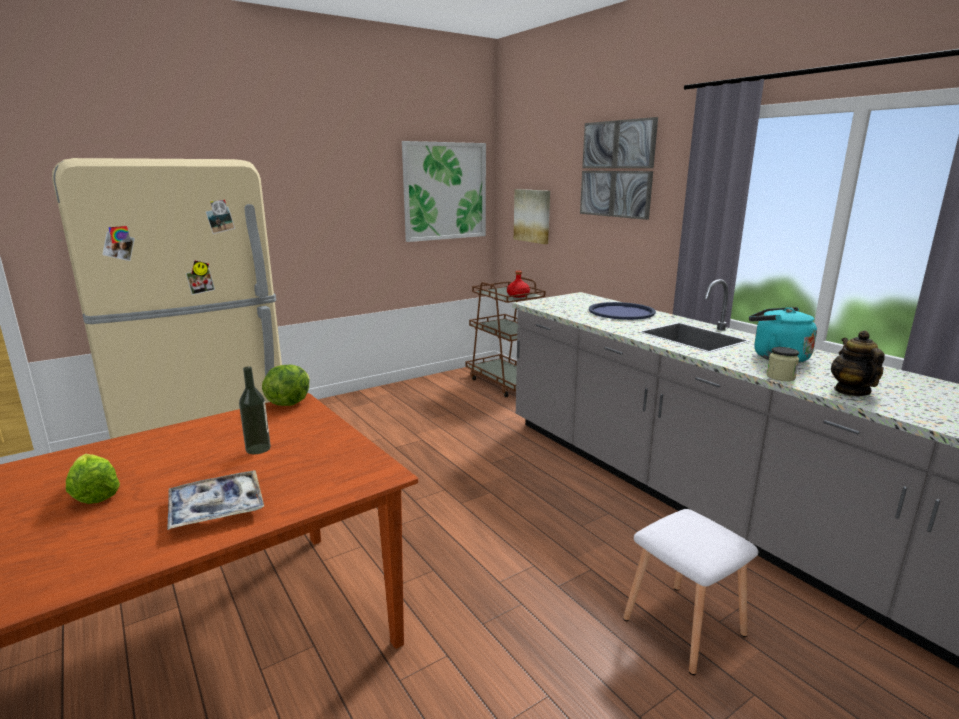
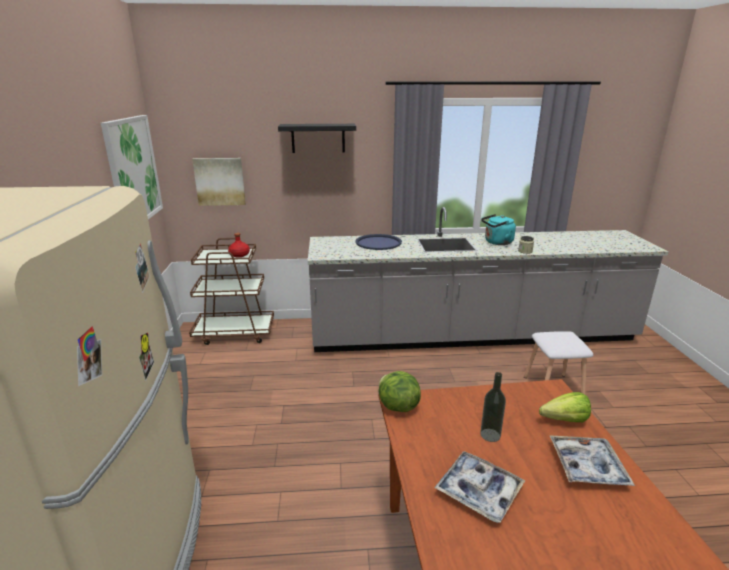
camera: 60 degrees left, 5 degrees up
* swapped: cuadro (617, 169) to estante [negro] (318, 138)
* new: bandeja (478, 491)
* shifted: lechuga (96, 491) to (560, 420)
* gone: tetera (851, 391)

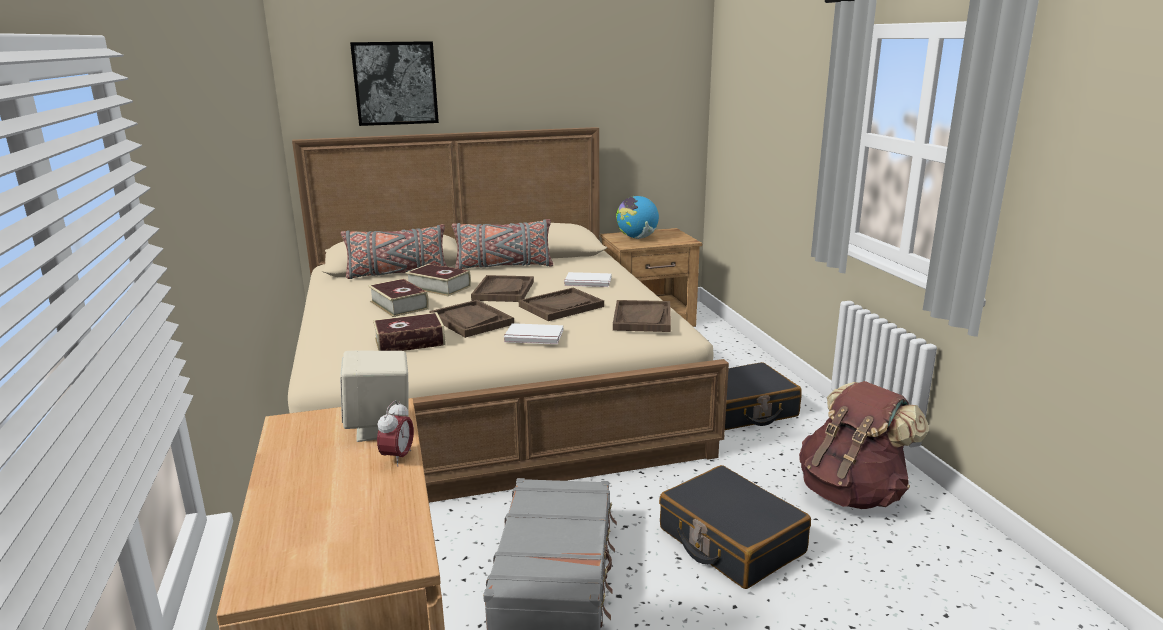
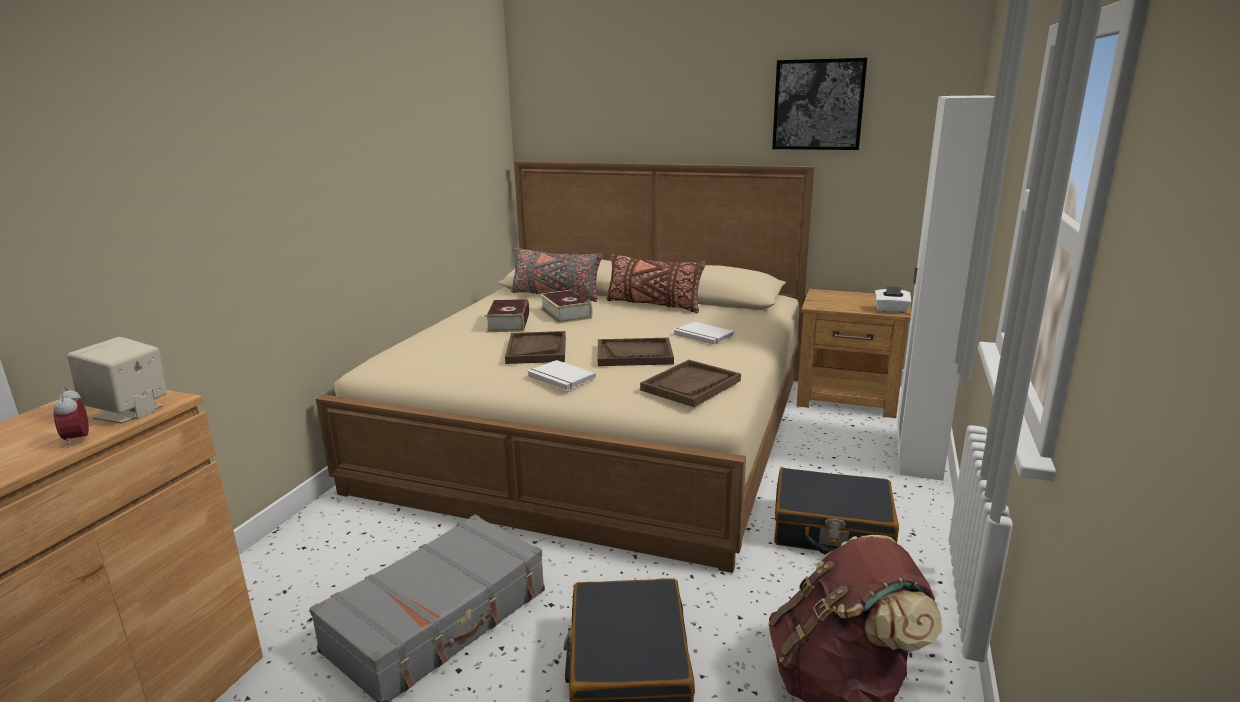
camera: 35 degrees right, 0 degrees up
* rotated: despertador (398, 458) = (78, 440) 105 degrees clockwise
* repainted: cojín [gris] (503, 266) to cojín [marrón] (653, 305)
* shifted: cuadro (395, 83) to (818, 105)
* new: caja de pañuelos [blanco] (891, 310)
* new: armario ropero [blanco] (917, 454)
* gone: libro (409, 342)
* gone: bandeja [marrón] (503, 291)
* gone: globo terráqueo (637, 238)

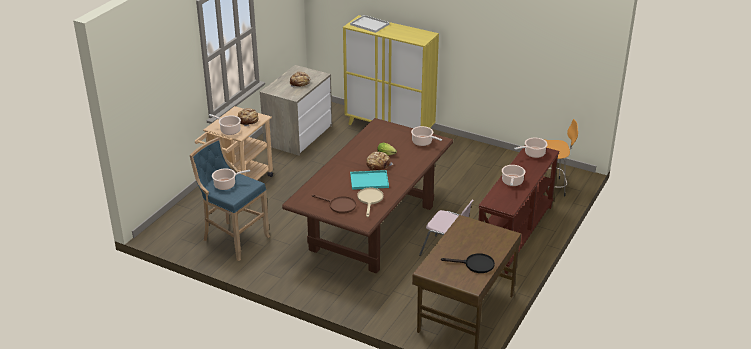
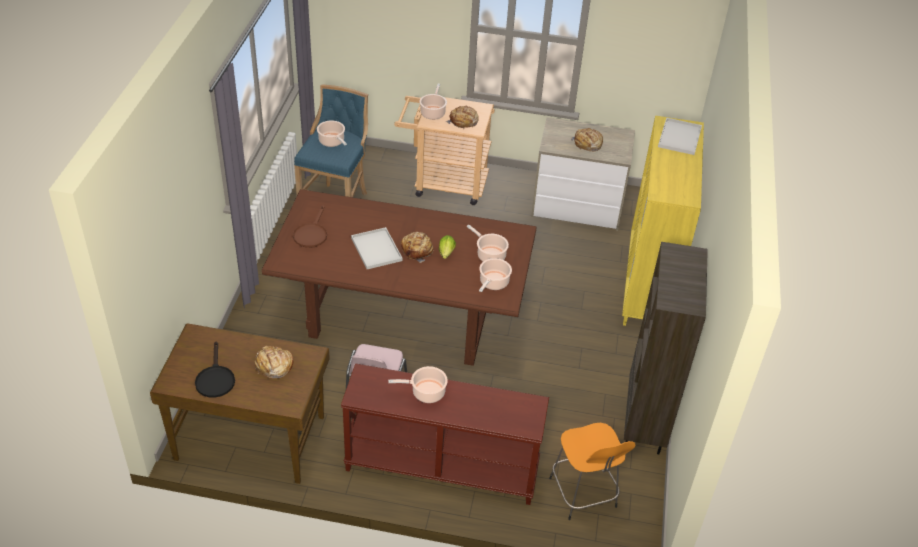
camera: 70 degrees right, 10 degrees up
* new: pan (274, 366)
* repainted: bandeja [turquesa] (370, 180) to bandeja [blanco] (377, 249)
* shifted: olla (533, 154) to (489, 255)
* new: estantería [marrón] (645, 423)
* gone: sartén [beis] (370, 200)

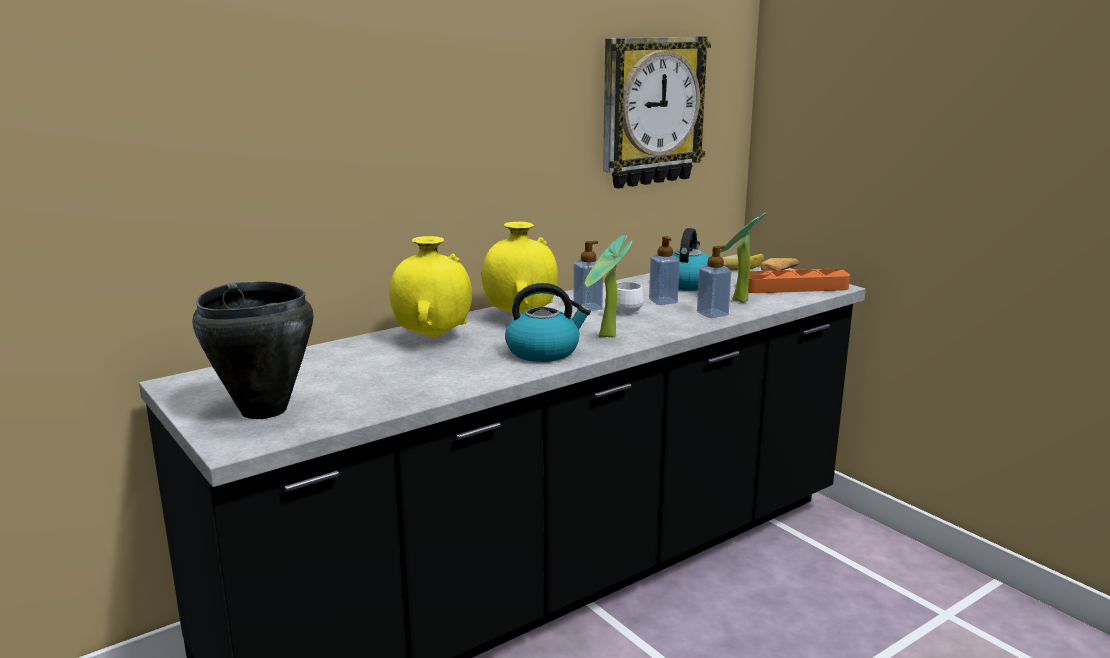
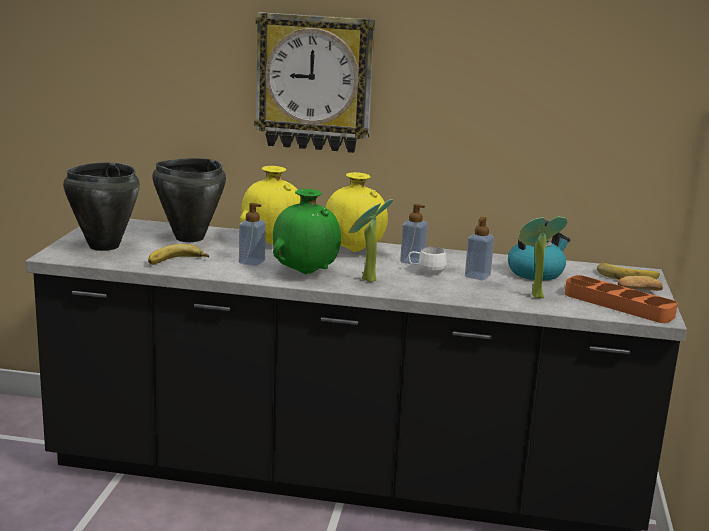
camera: 45 degrees right, 0 degrees up
* new: plátano (177, 262)
* new: olla [negro] (189, 238)
* shifted: dispensador de jabón (712, 314) to (252, 262)
* shifted: reloj de pared (651, 111) to (314, 83)
* swapped: hervidor (544, 351) to florero [verde] (306, 273)

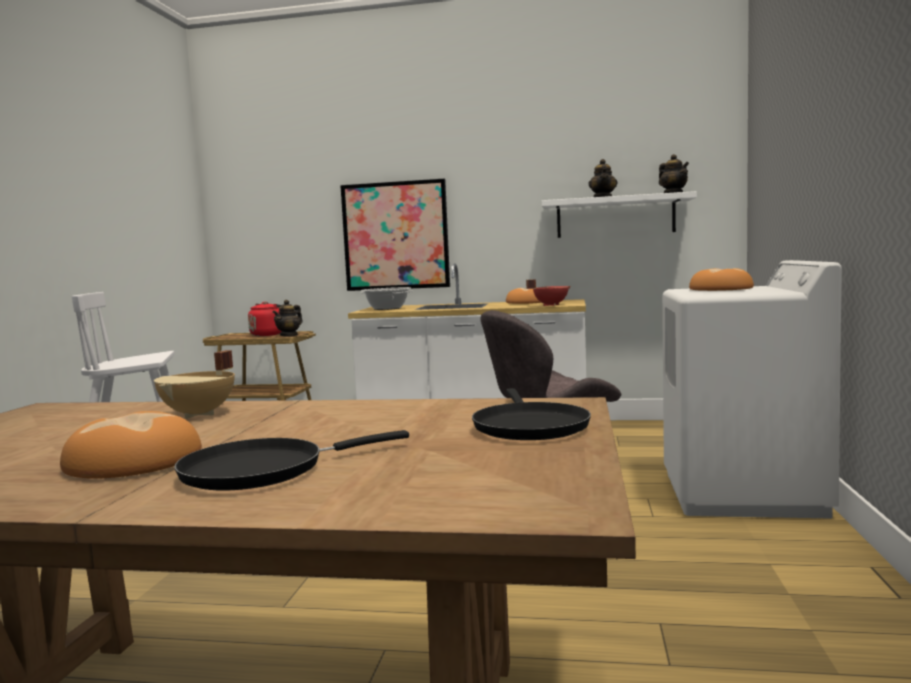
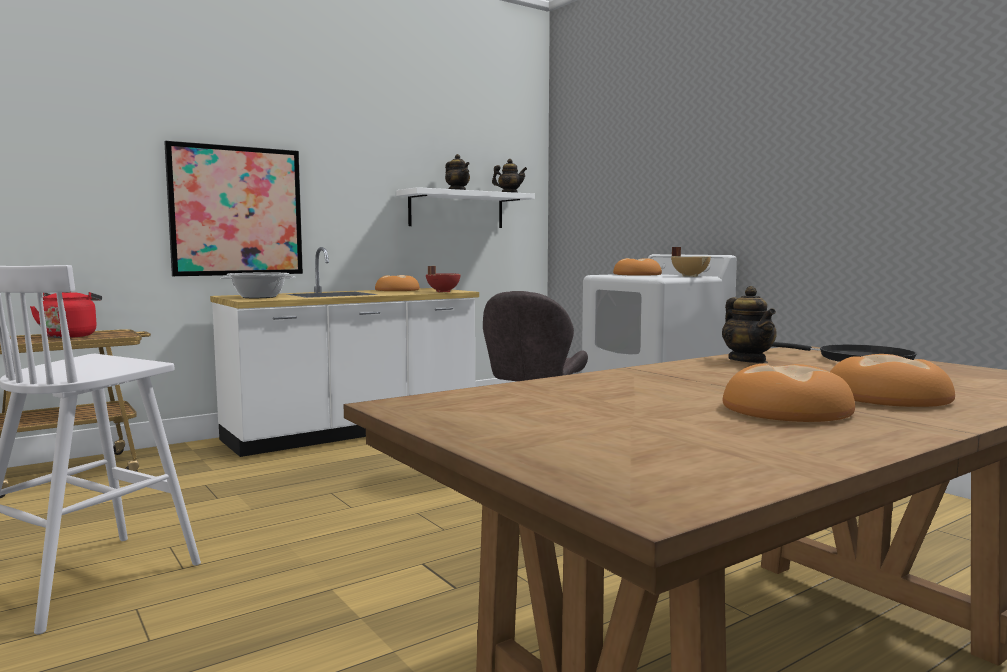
camera: 45 degrees left, 0 degrees up
* shifted: olla [beis] (200, 414) to (690, 276)
* shifted: tetera (289, 335) to (747, 361)
* swapped: sartén [negro] (263, 470) to pan (886, 397)

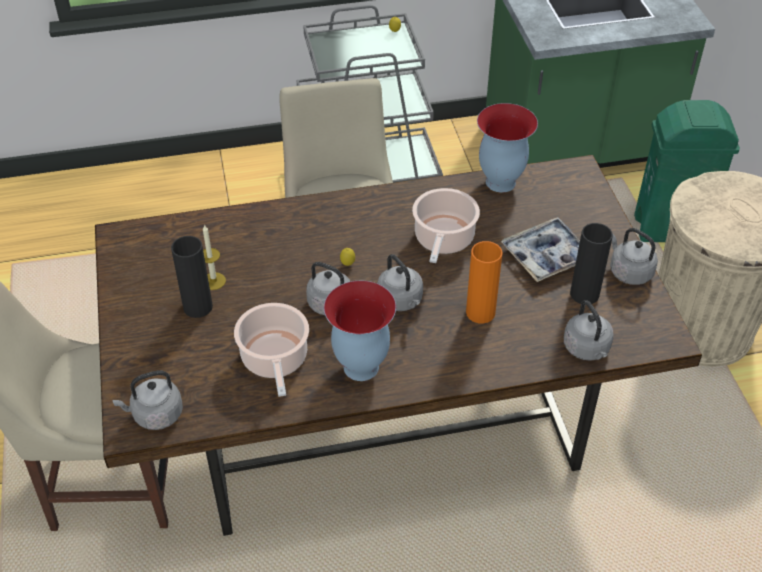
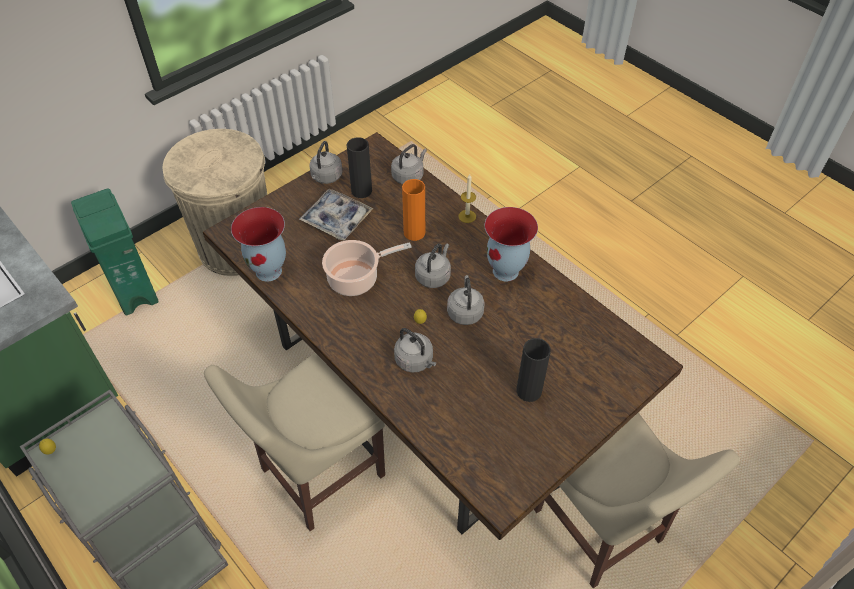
camera: 120 degrees left, 5 degrees up
* shifted: hervidor [gris] (155, 415) to (415, 361)
* shifted: vela (214, 281) to (467, 216)
* gone: olla (275, 360)

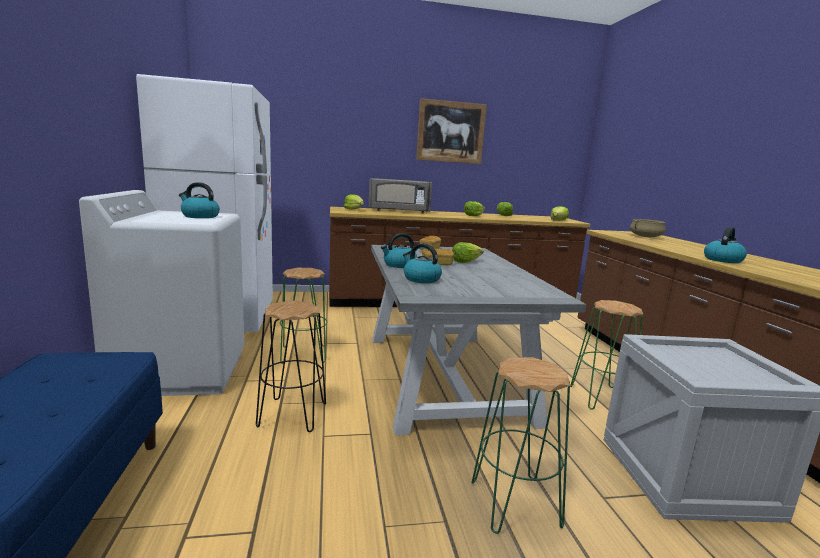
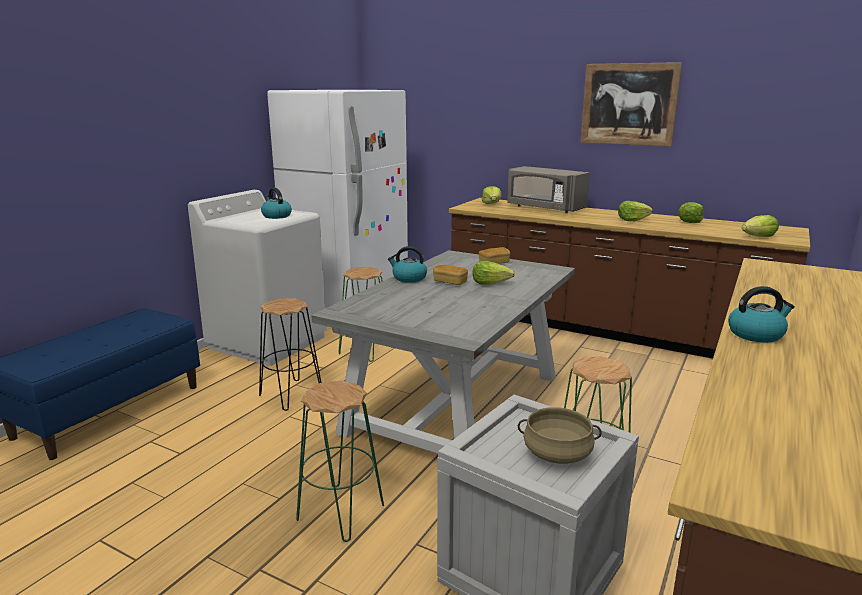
camera: 40 degrees right, 5 degrees up
* shifted: olla [beis] (645, 237) to (557, 453)
* gone: hervidor (421, 279)

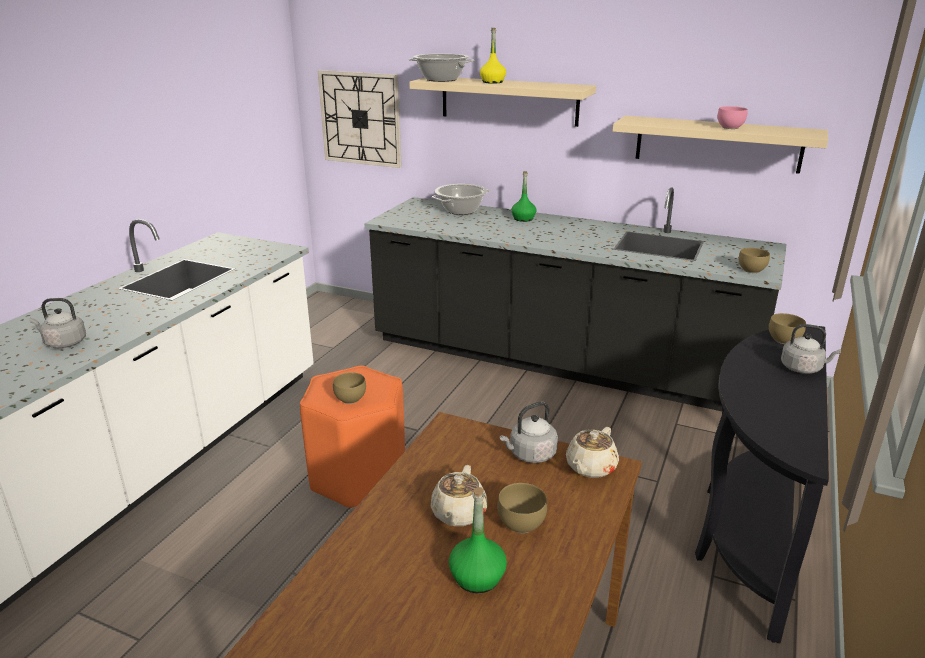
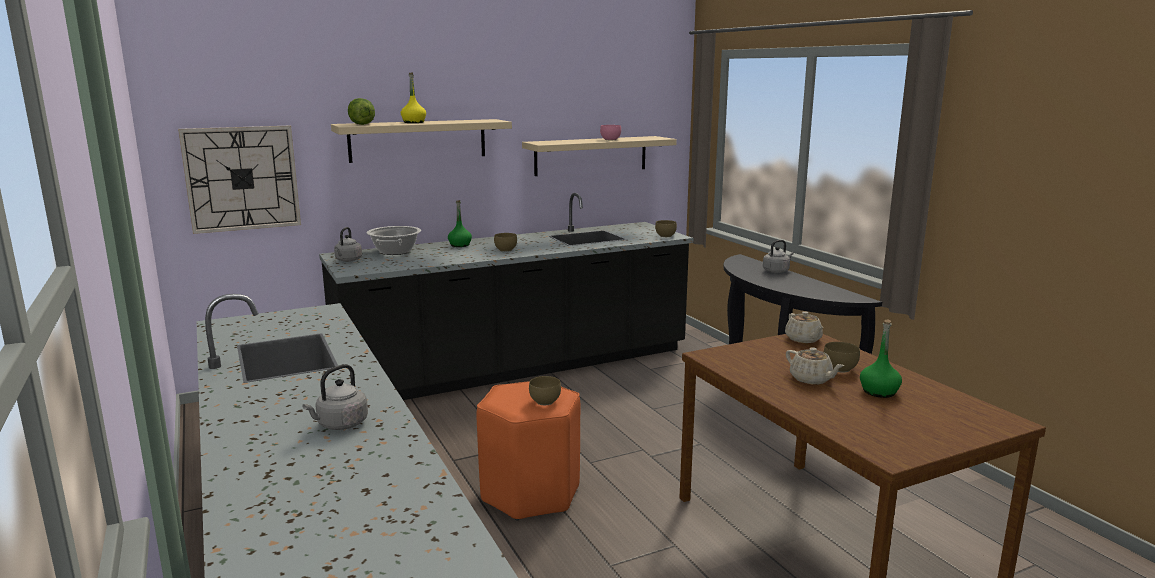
camera: 50 degrees left, 10 degrees down
* shifted: hervidor [gris] (530, 455) to (348, 260)
* swapped: olla (441, 79) to lechuga (360, 124)
* shifted: cuenco [marrón] (783, 341) to (506, 250)

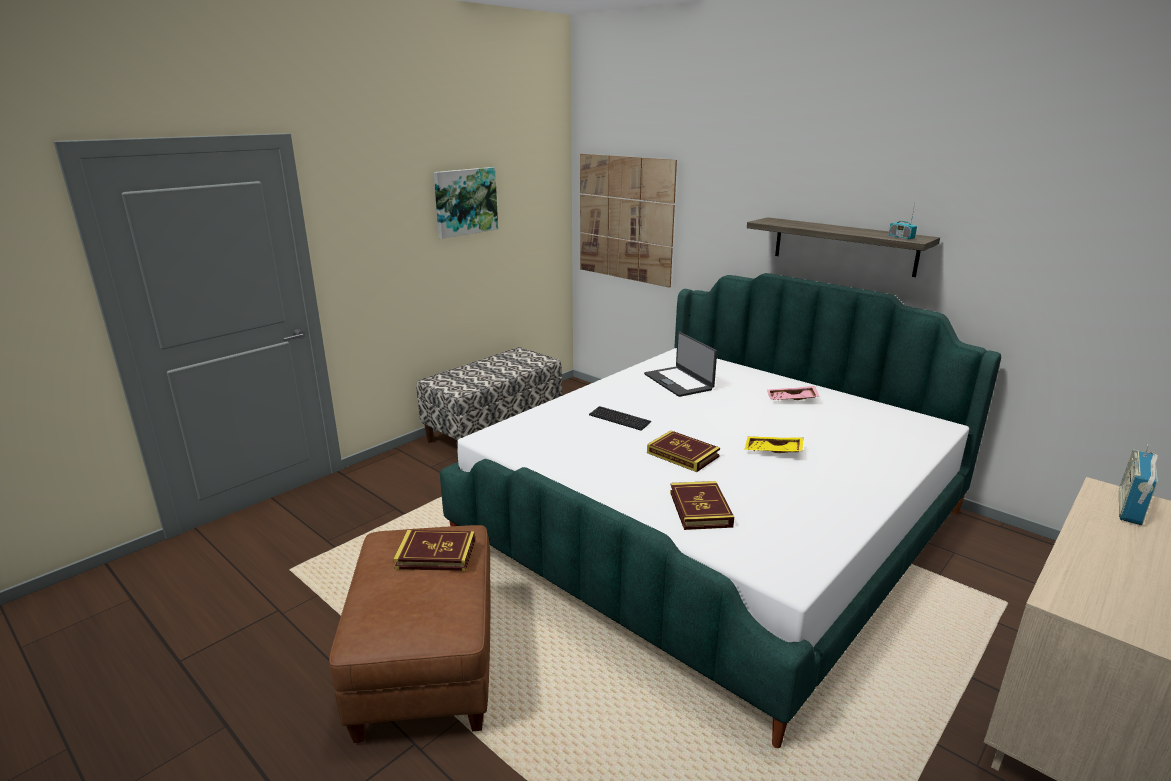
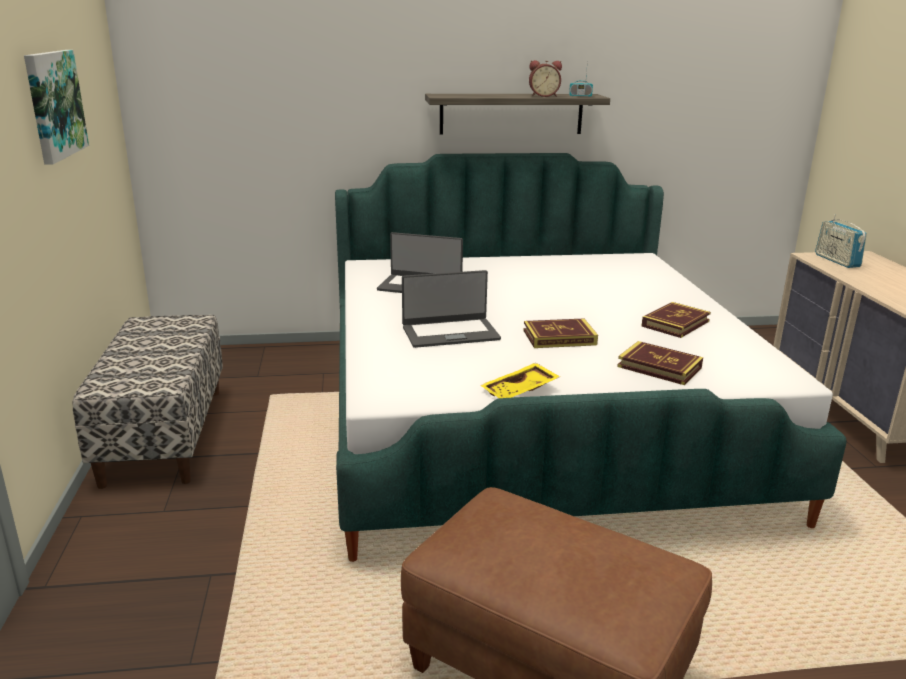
camera: 50 degrees left, 0 degrees up
* swapped: teclado (619, 419) to portátil (450, 333)
* shifted: bandeja [amarillo] (773, 451) to (520, 391)
* new: despertador (543, 96)
* shifted: libro (436, 554) to (675, 324)
* gone: cuadro (625, 219)
* gone: bandeja [rosa] (792, 399)

